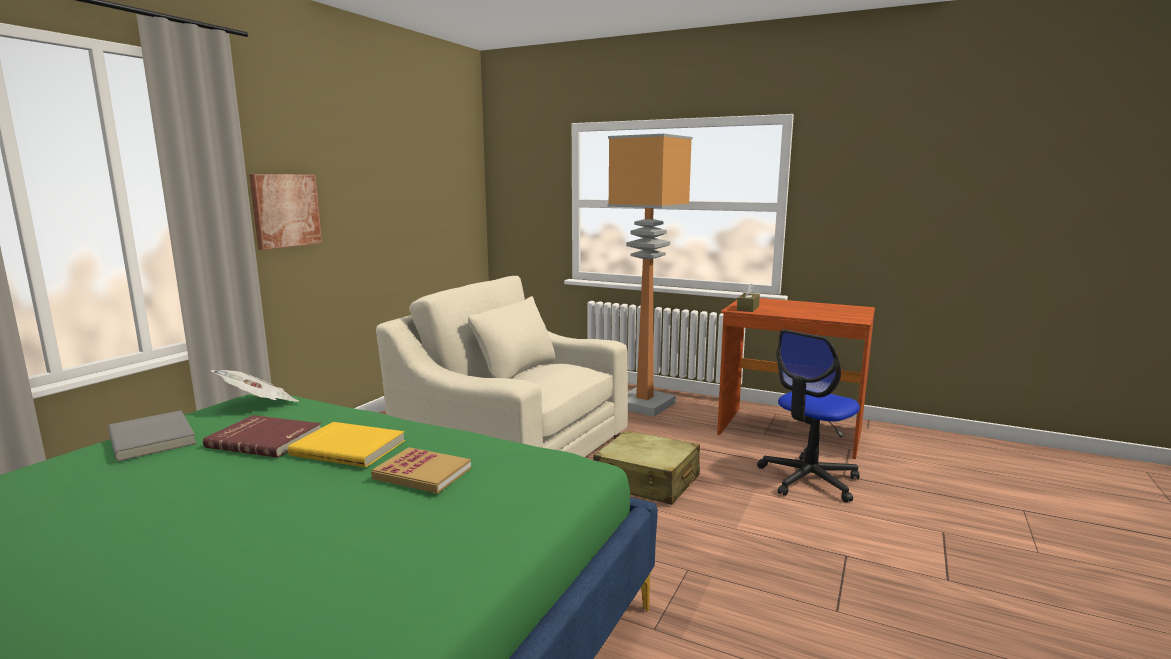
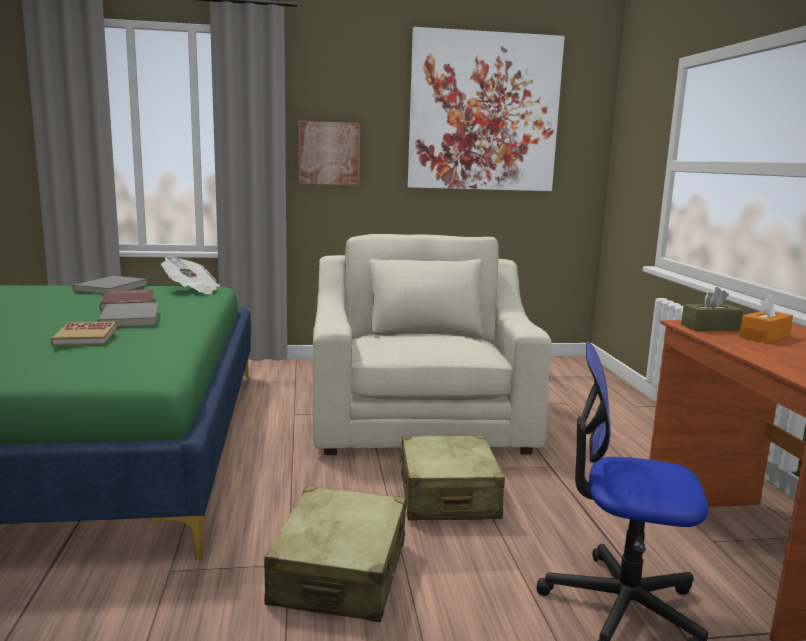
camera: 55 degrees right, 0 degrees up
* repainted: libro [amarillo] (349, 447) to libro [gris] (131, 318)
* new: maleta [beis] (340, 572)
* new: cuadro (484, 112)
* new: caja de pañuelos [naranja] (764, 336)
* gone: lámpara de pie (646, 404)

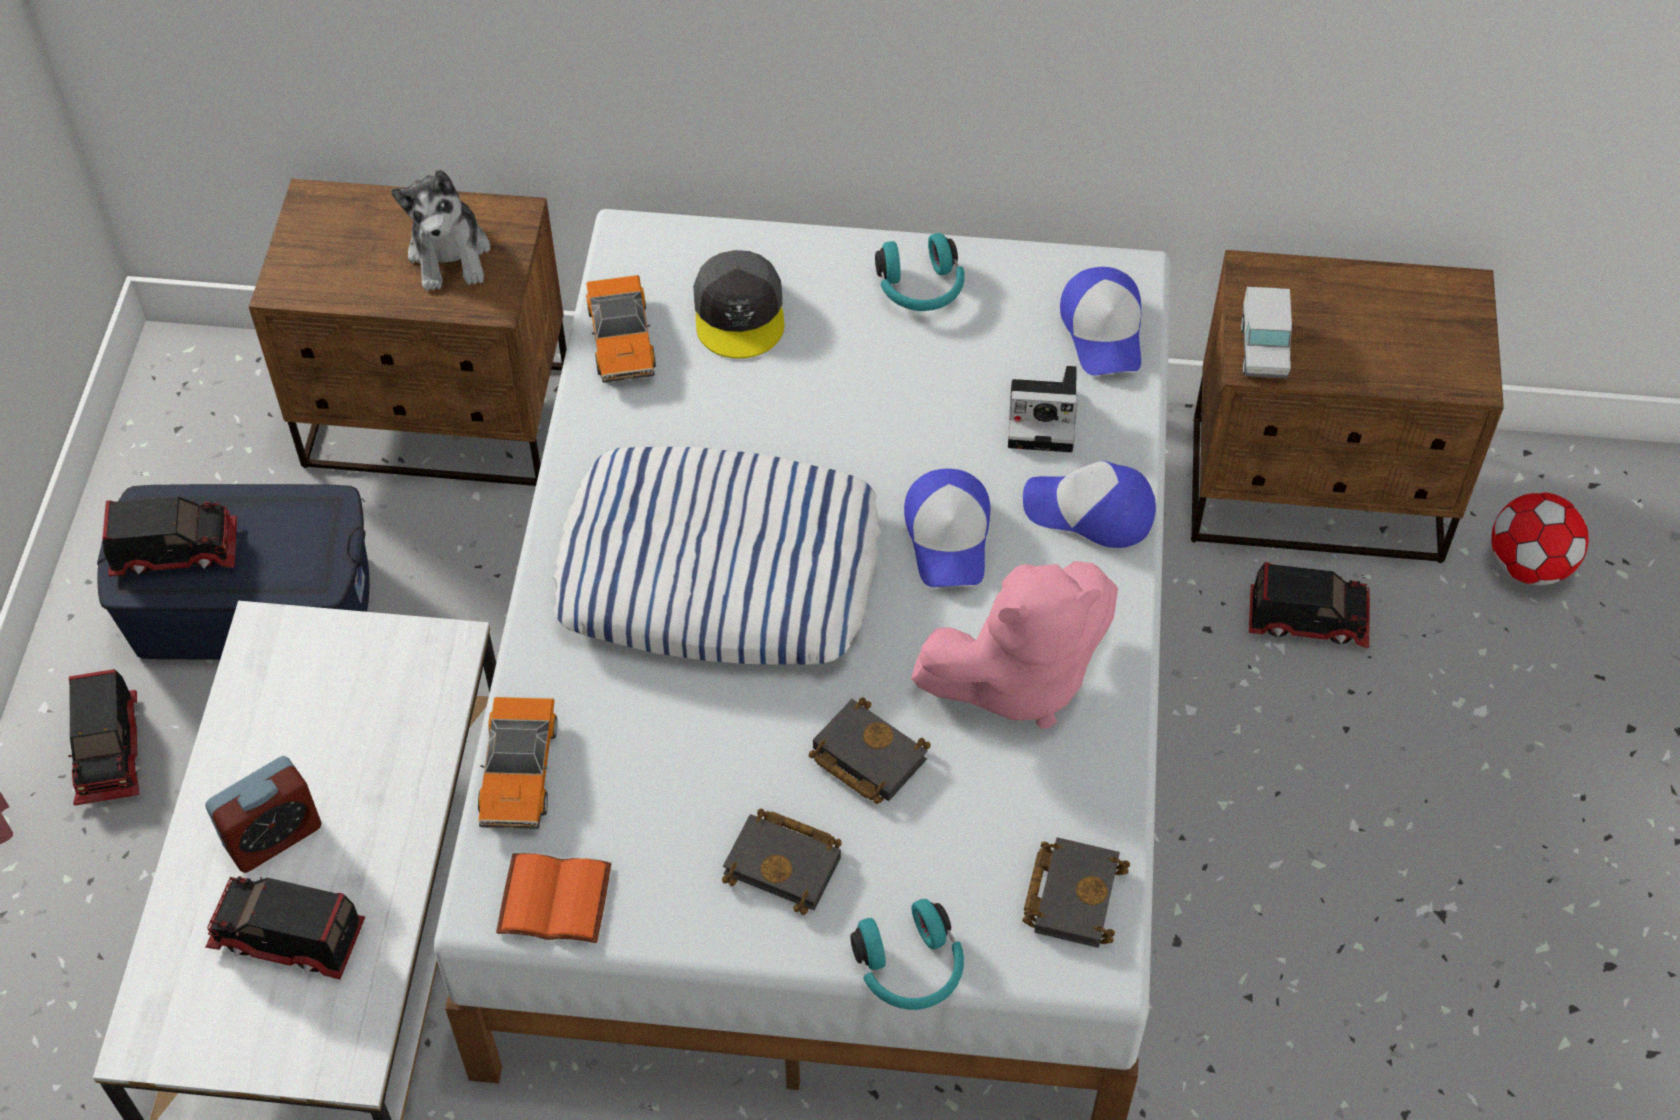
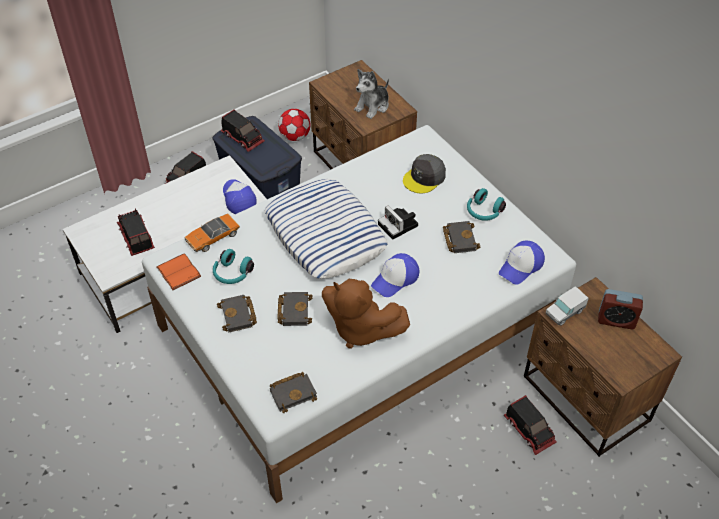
camera: 50 degrees right, 5 degrees down
* shifted: auriculares [turquesa] (910, 969) to (232, 274)
* shifted: gorra (1090, 512) to (238, 199)
* shifted: balón de fútbol (1528, 565) to (295, 136)
* repainted: peluche [rosa] (1017, 677) to peluche [marrón] (360, 329)
* shifted: cámara (1045, 418) to (399, 225)
* new: libro [negro] (459, 239)
* shifted: despertador (273, 836) to (616, 320)
* gone: coche de juguete (621, 340)

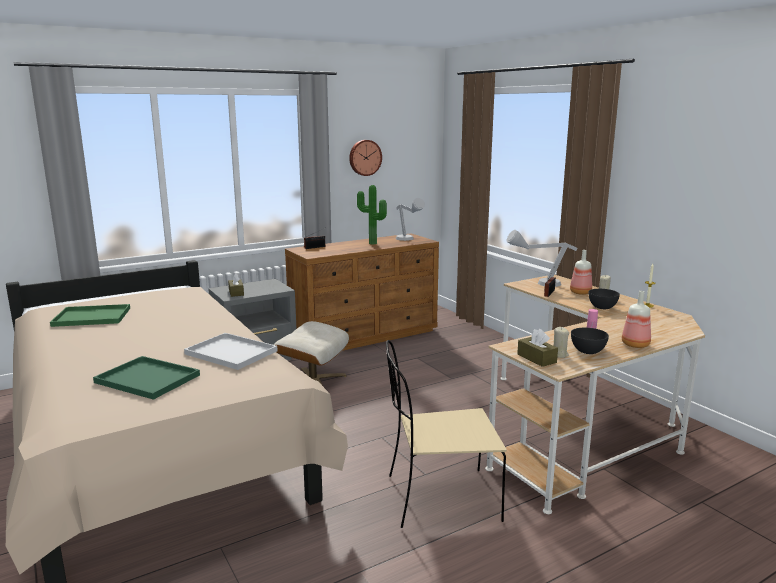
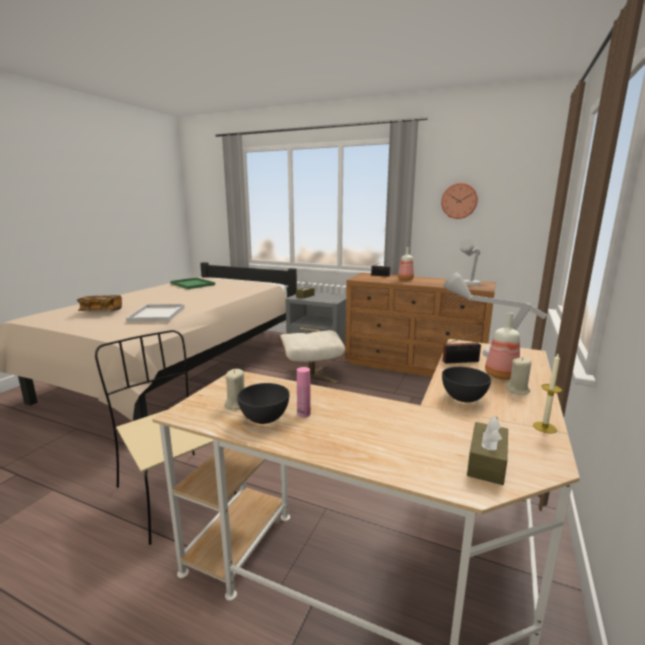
camera: 55 degrees right, 0 degrees up
* swapped: bandeja [verde] (149, 379) to libro (101, 312)
* shifted: botella (636, 345) to (405, 279)
* shifted: caja de pañuelos [marrón] (536, 358) to (486, 462)
* gone: planta en maceta (372, 243)

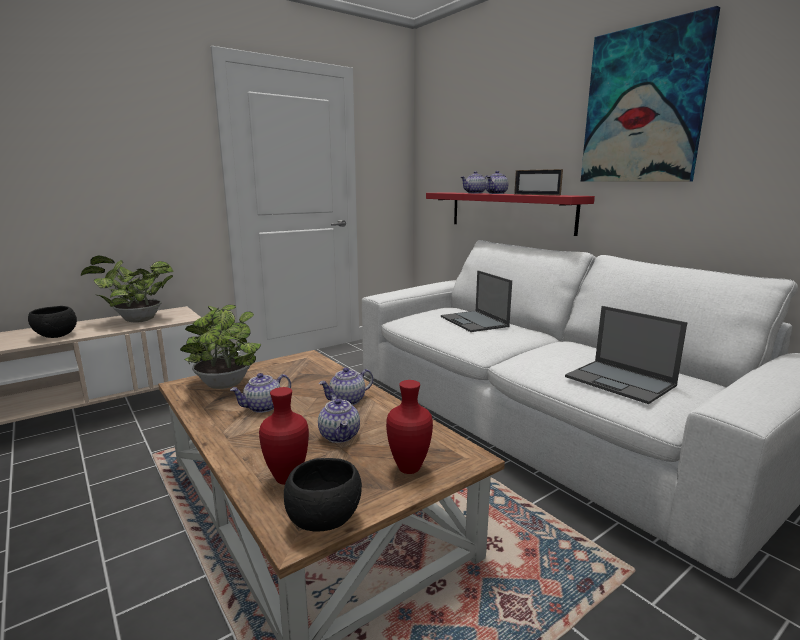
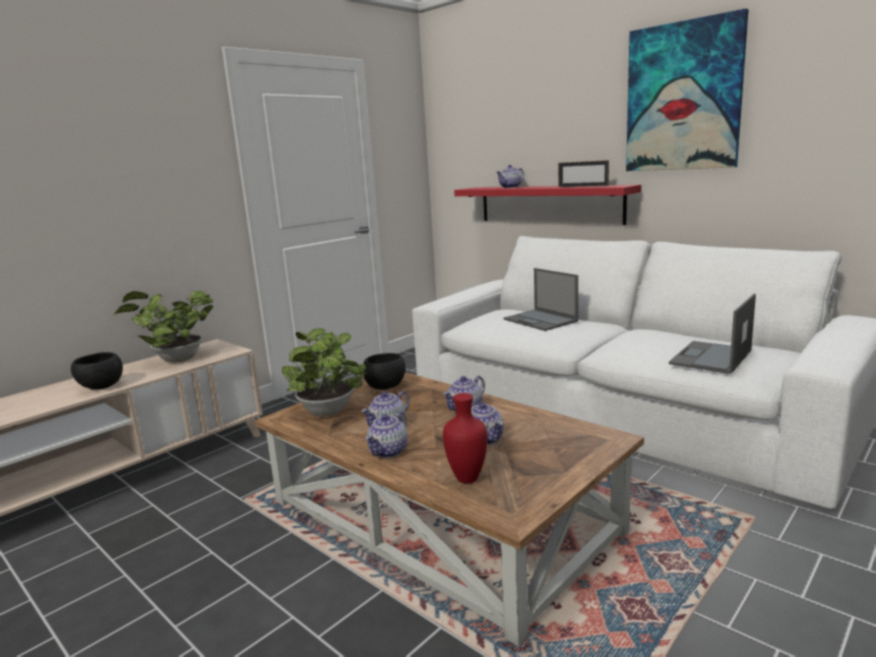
camera: 10 degrees left, 0 degrees up
* shifted: cuenco [negro] (322, 521) to (384, 387)
* shifted: tetera (496, 193) to (389, 451)
* rotated: portátil (621, 381) = (711, 358) 90 degrees clockwise
* gone: florero [rojo] (409, 469)

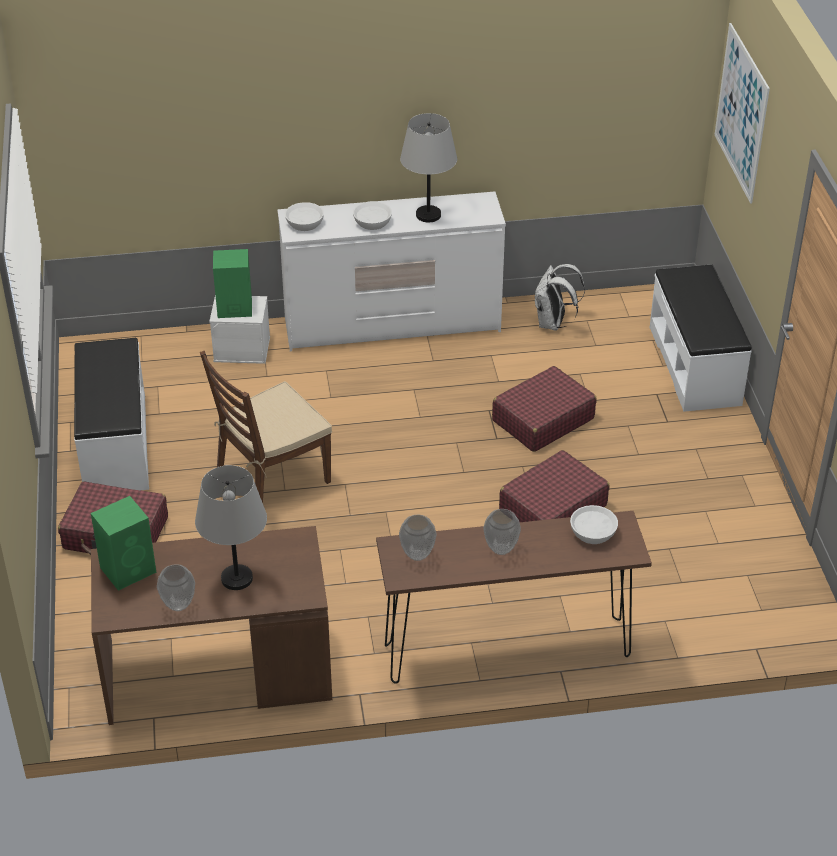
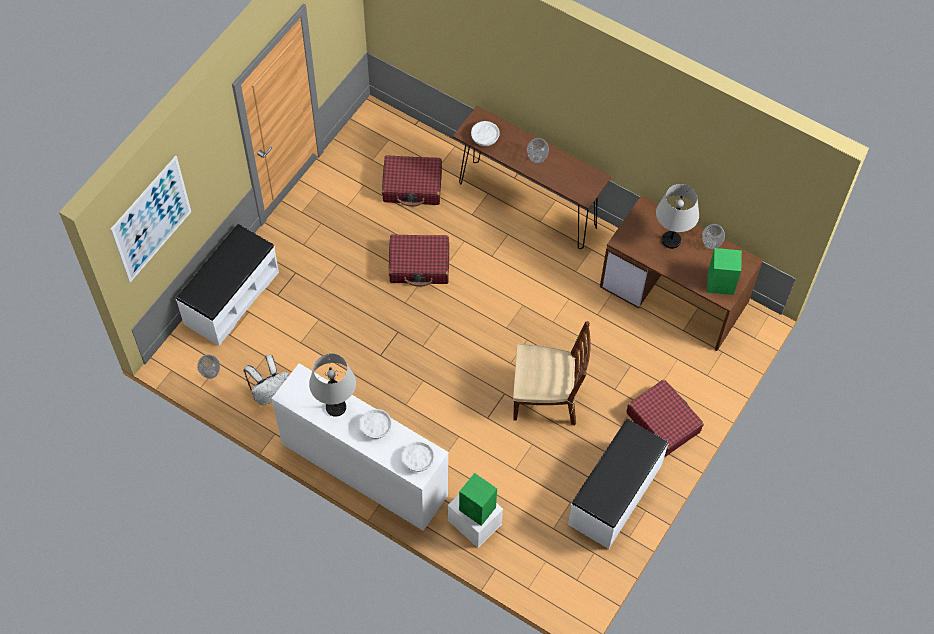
camera: 140 degrees left, 20 degrees up
* shifted: florero (418, 555) to (210, 373)
* shifted: maleta [rojo] (542, 420) to (412, 186)

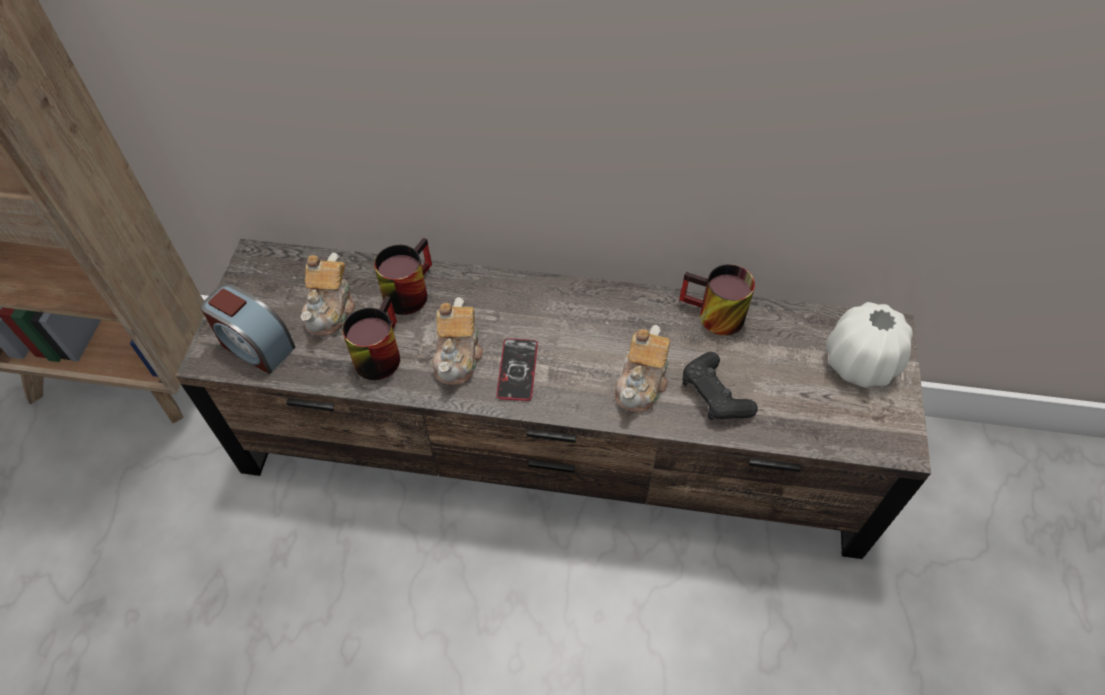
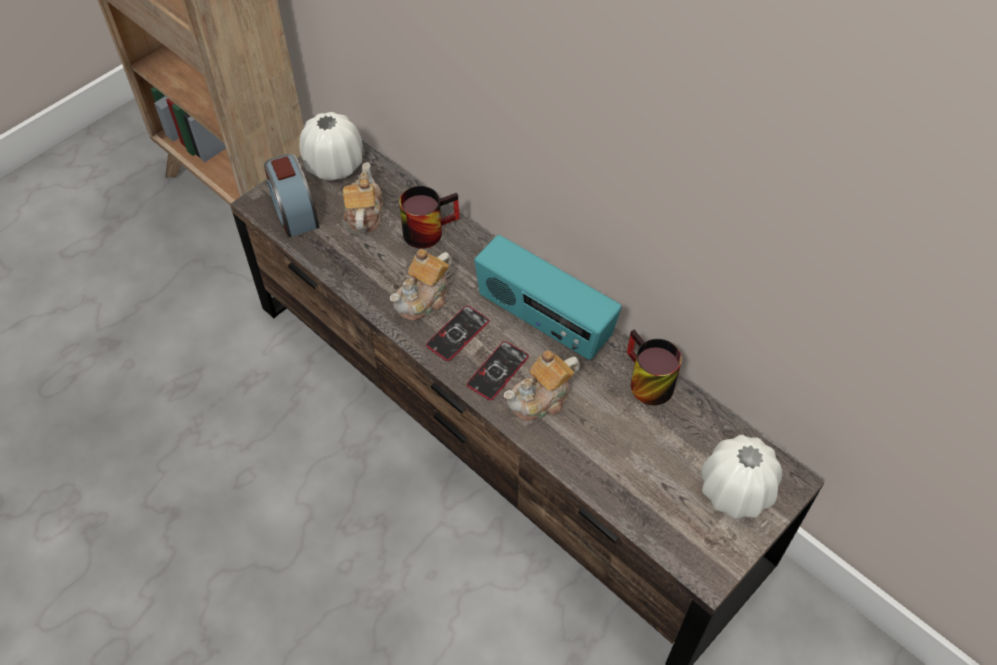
camera: 35 degrees right, 0 degrees up
* new: florero [blanco] (334, 165)
* rotated: tetera (331, 310) = (364, 214) 135 degrees clockwise
* new: móvil (497, 371)
* new: radio (543, 321)
* gone: taza grande (376, 352)
* gone: mando de consola [negro] (715, 395)

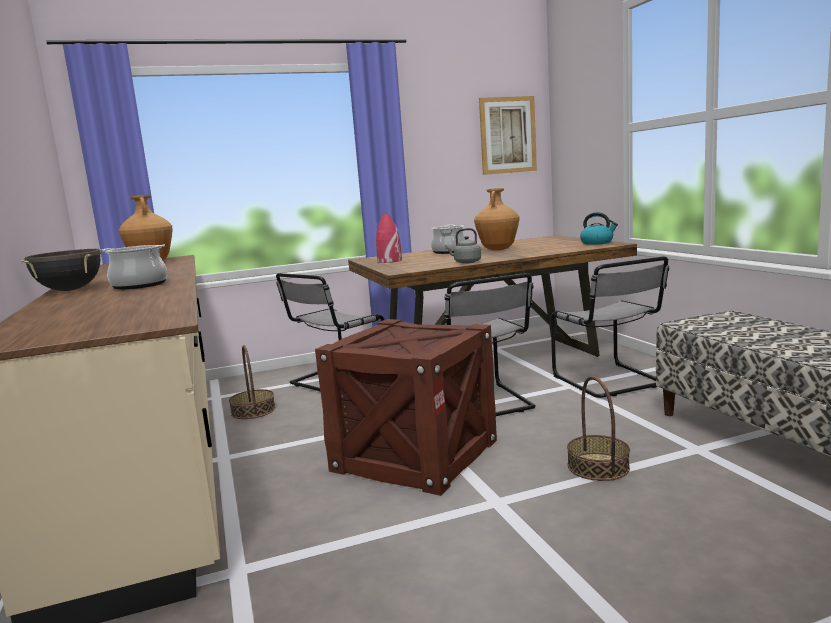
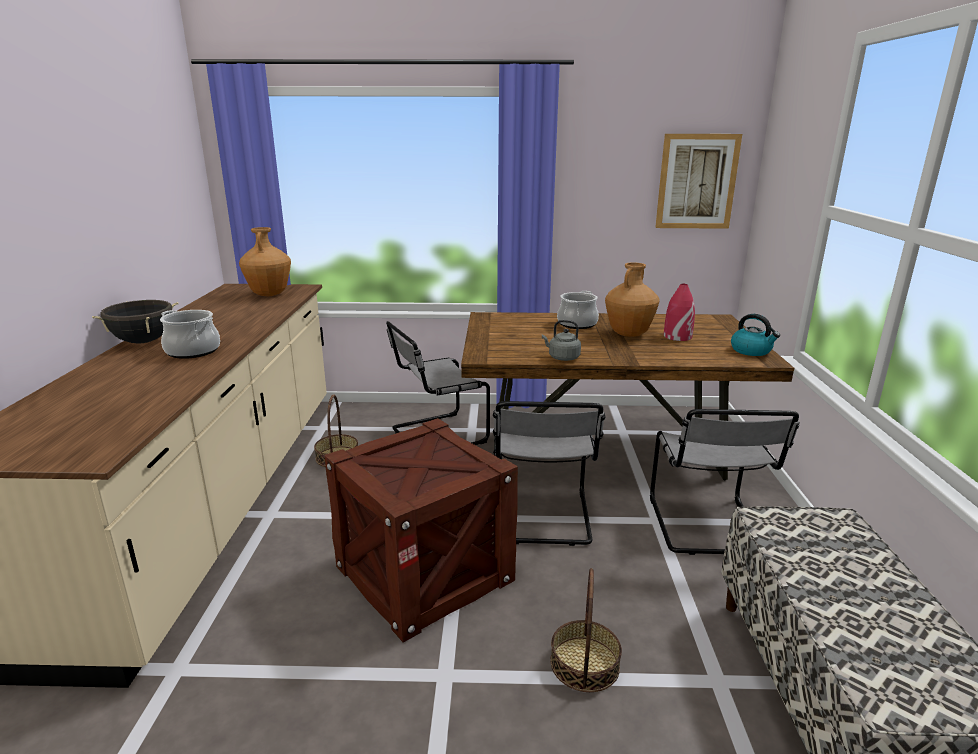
camera: 20 degrees right, 10 degrees up
* shifted: florero [rojo] (389, 261) to (677, 336)

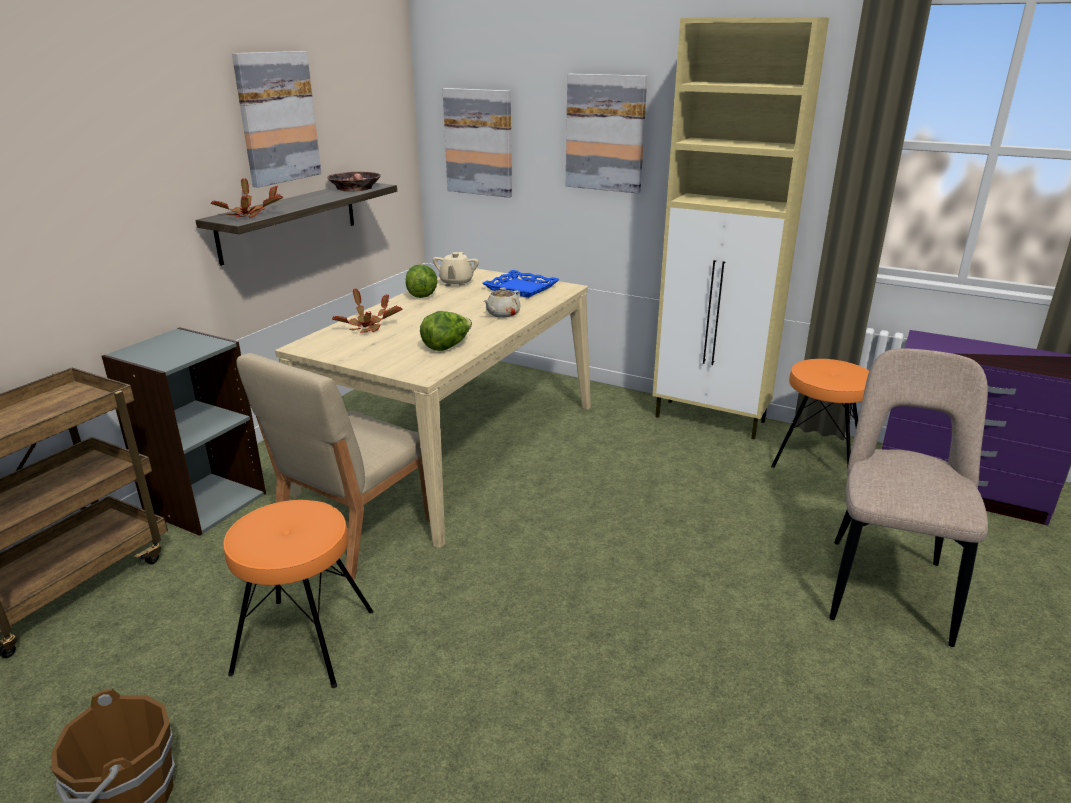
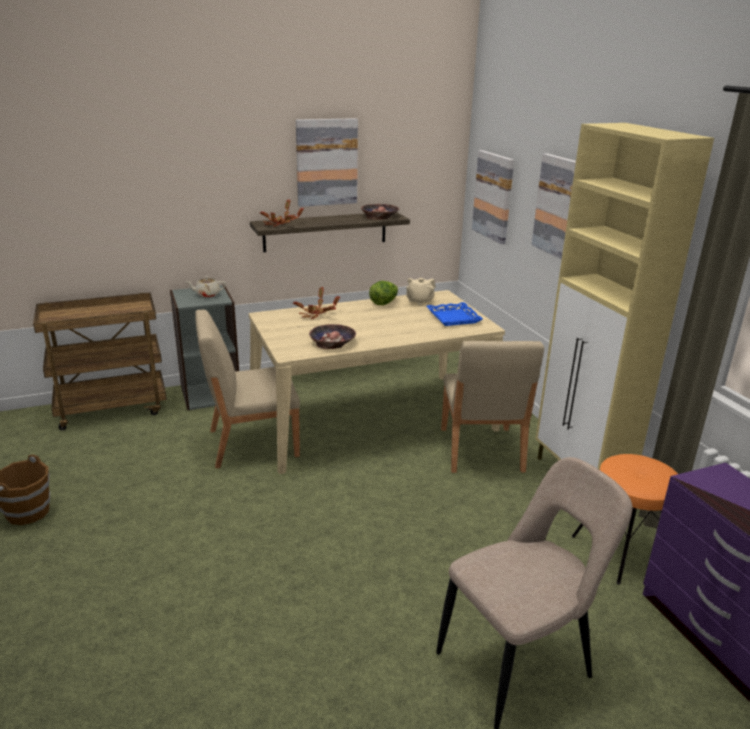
camera: 40 degrees right, 0 degrees up
* shifted: tetera [beis] (502, 314) to (207, 295)
* swapped: lechuga (447, 347) to cuenco (332, 342)
* new: silla [beis] (480, 450)
* gone: taburete [naranja] (304, 640)

